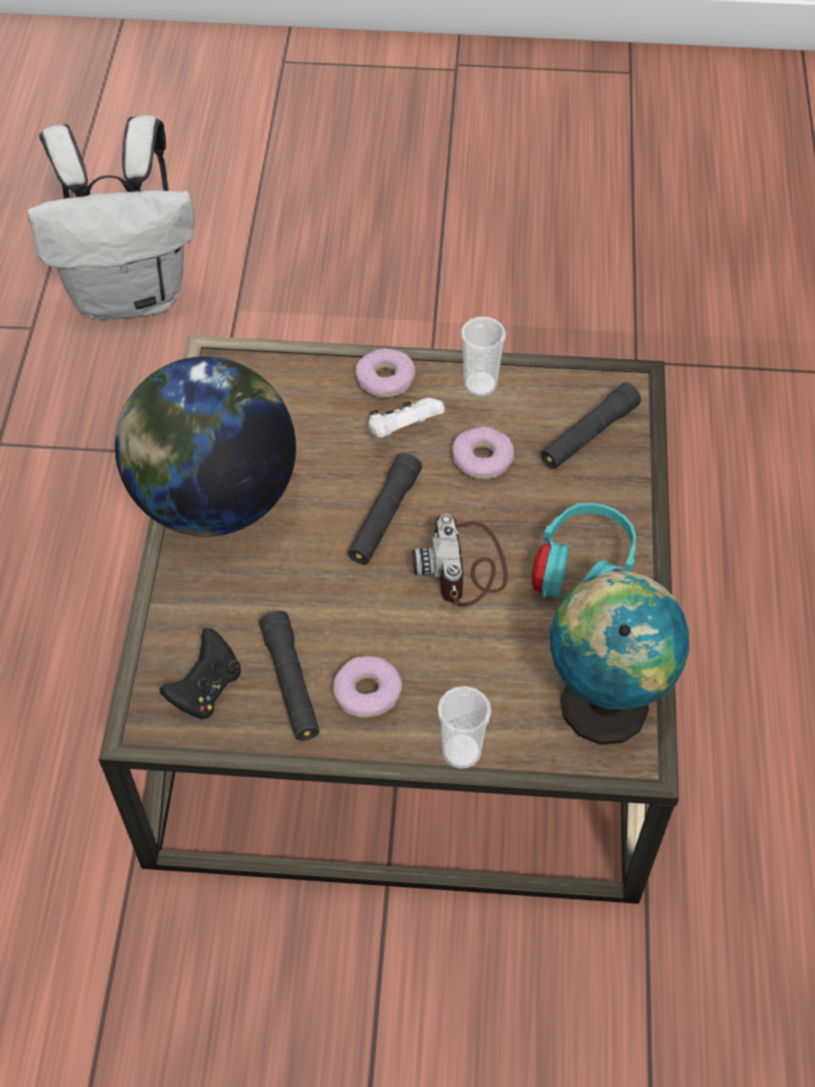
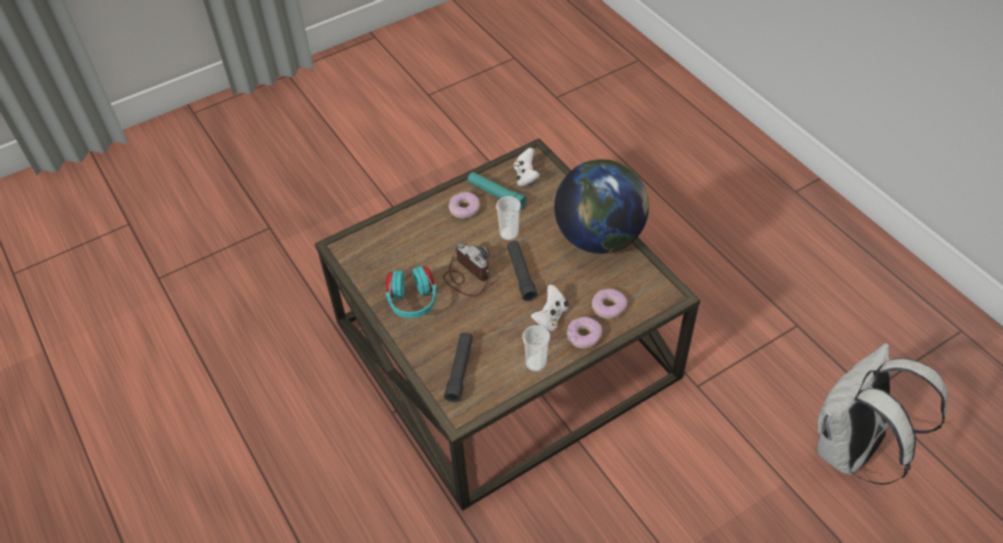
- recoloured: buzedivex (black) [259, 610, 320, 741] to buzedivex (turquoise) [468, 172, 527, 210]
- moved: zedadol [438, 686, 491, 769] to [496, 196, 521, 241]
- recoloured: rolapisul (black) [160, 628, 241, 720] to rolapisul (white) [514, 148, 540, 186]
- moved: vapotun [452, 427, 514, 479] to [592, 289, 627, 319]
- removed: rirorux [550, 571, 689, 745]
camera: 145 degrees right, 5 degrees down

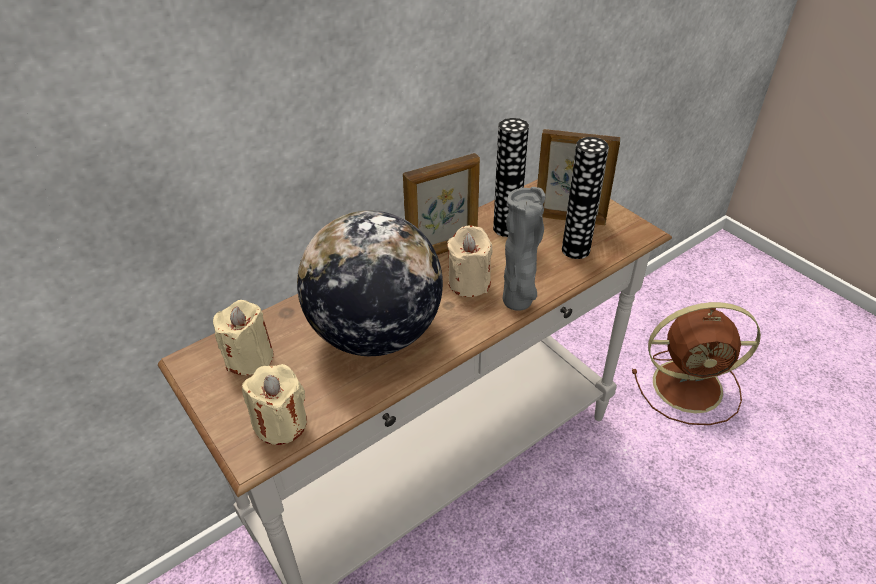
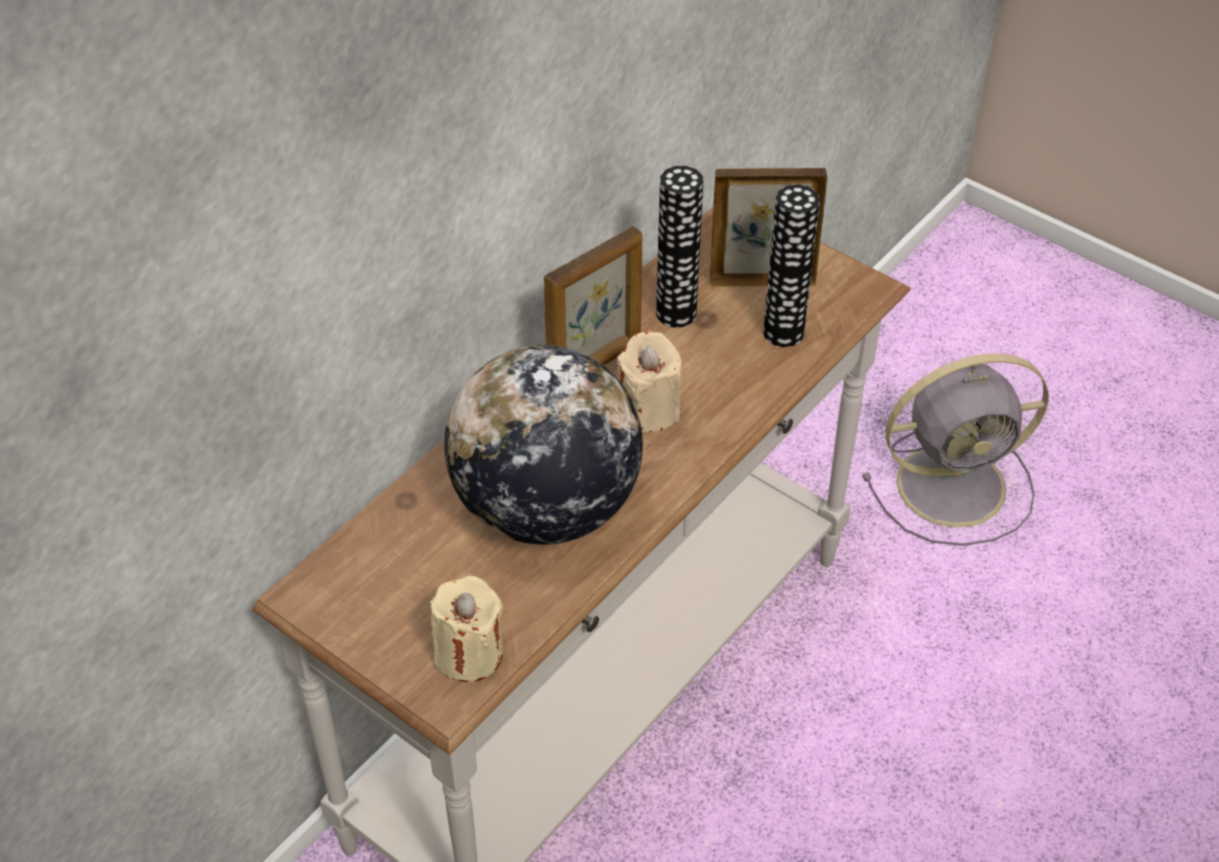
- recoloured: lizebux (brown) [632, 302, 761, 425] to lizebux (grey) [863, 354, 1049, 546]
- removed: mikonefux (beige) [213, 300, 274, 375]
- removed: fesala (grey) [503, 187, 545, 311]
camera: 15 degrees left, 5 degrees up

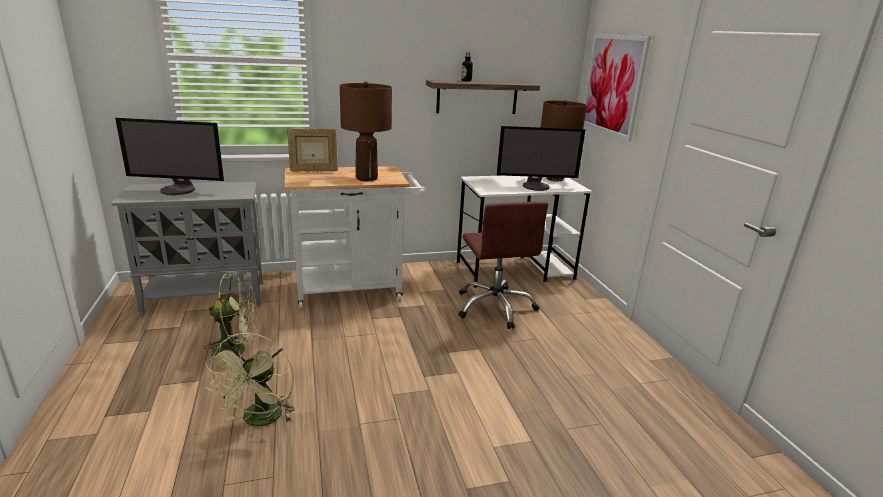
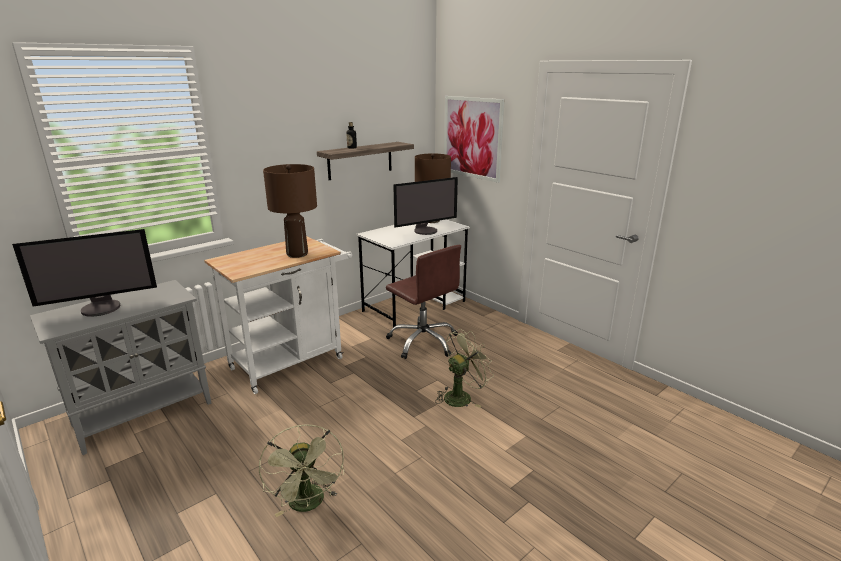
- moved: lizebux (green) [204, 273, 259, 358] to [435, 329, 494, 408]
- removed: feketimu [287, 128, 338, 171]
camera: 25 degrees left, 0 degrees up

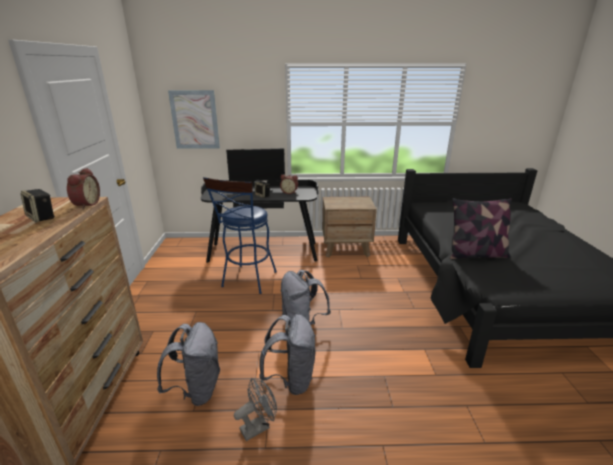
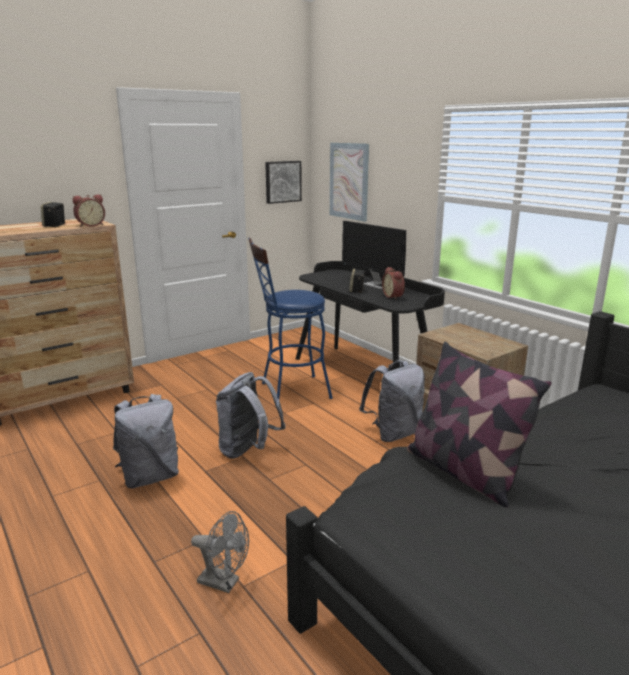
- moved: lizebux (grey) [234, 378, 277, 441] to [191, 511, 249, 593]
- added: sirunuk [265, 161, 302, 204]
- moved: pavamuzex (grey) [157, 322, 220, 406] to [359, 360, 425, 442]
camera: 55 degrees right, 5 degrees down

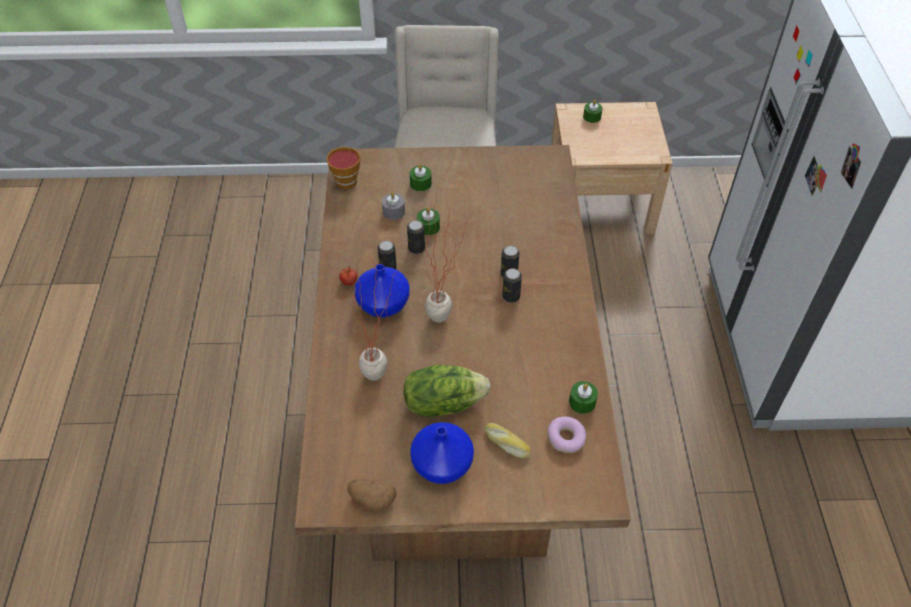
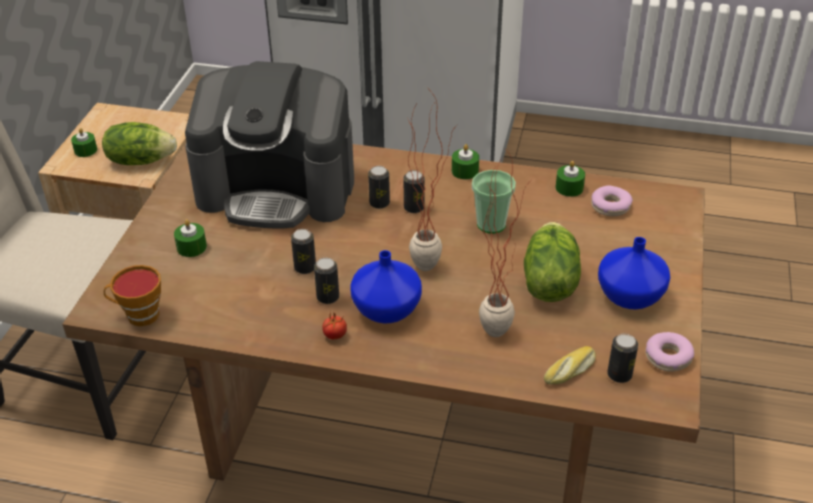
- added: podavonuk [102, 122, 177, 165]
- added: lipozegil [185, 61, 354, 229]
- moved: mikonefux (green) [417, 207, 440, 235] to [452, 144, 479, 179]
- added: zedadol [472, 170, 516, 234]
- moved: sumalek [485, 423, 531, 458] to [544, 346, 596, 385]
- added: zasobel [607, 334, 638, 383]
- replaced: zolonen [348, 479, 396, 511] to vapotun [646, 332, 694, 372]
- removed: mikonefux (grey) [382, 192, 405, 220]
camera: 75 degrees left, 10 degrees down

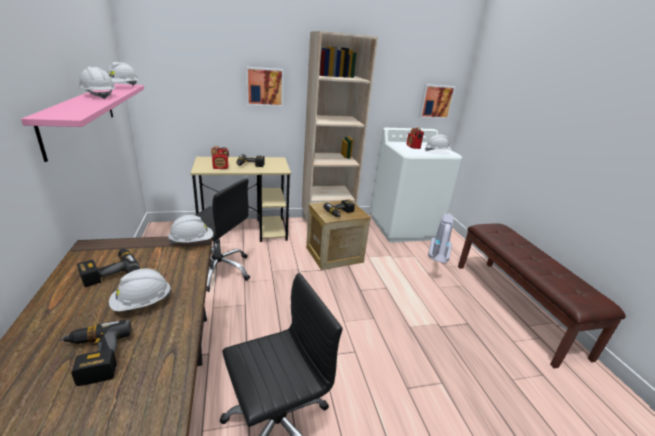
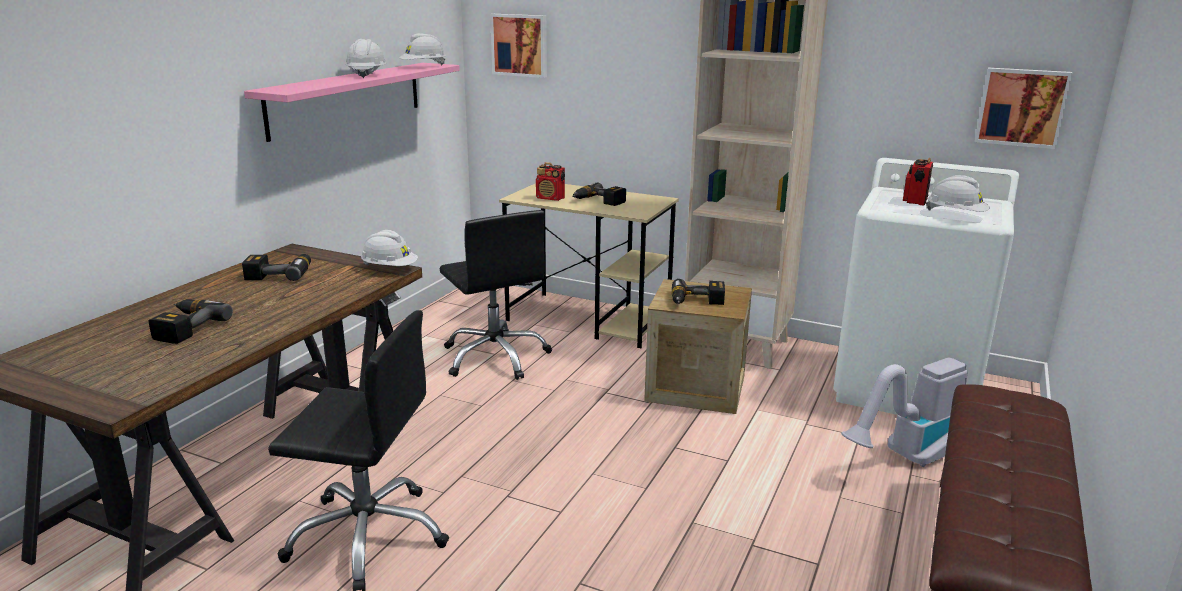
- moved: sirunuk [246, 67, 284, 107] to [490, 14, 547, 78]
- removed: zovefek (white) [109, 268, 172, 311]
camera: 40 degrees right, 5 degrees down

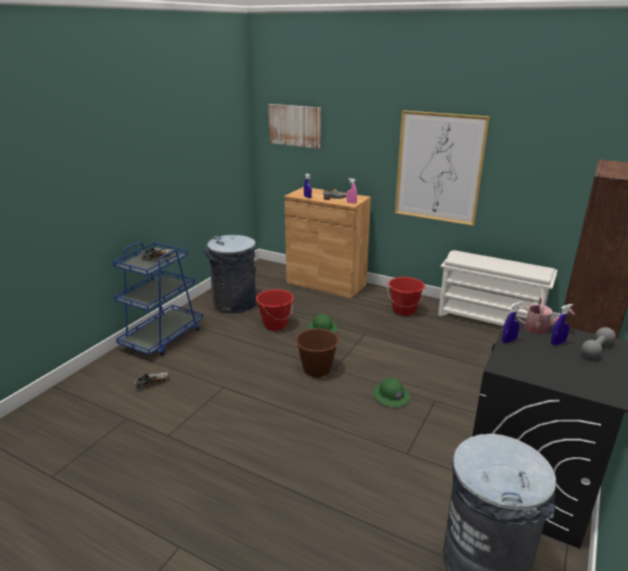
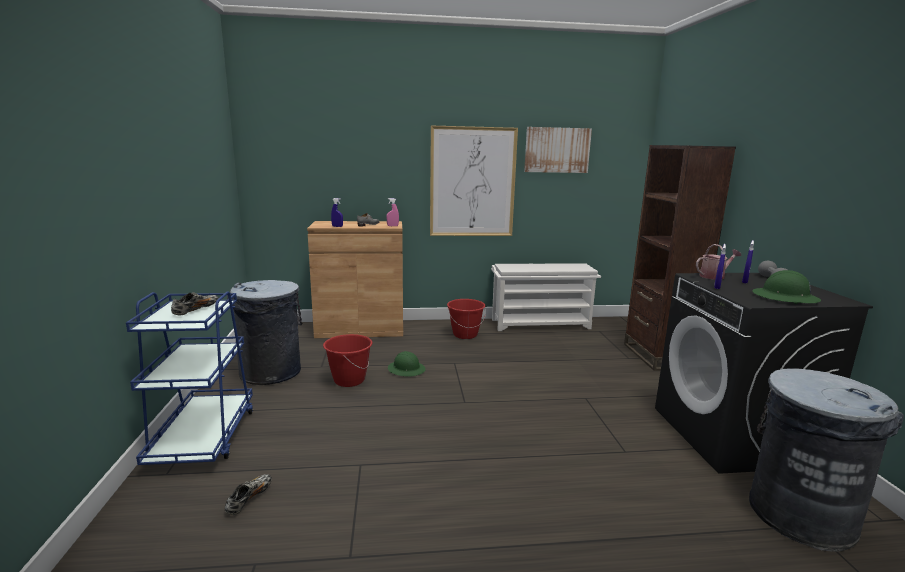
- moved: sirunuk [269, 104, 321, 149] to [524, 127, 592, 173]
- moved: zovefek (green) [373, 378, 410, 407] to [752, 270, 821, 304]
- removed: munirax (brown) [295, 328, 339, 377]
camera: 35 degrees left, 10 degrees down

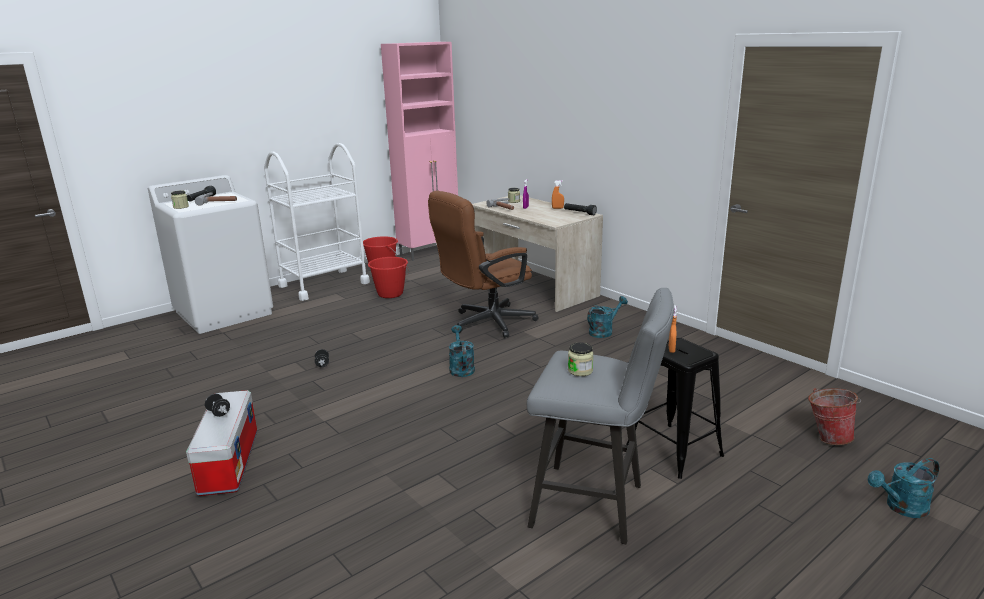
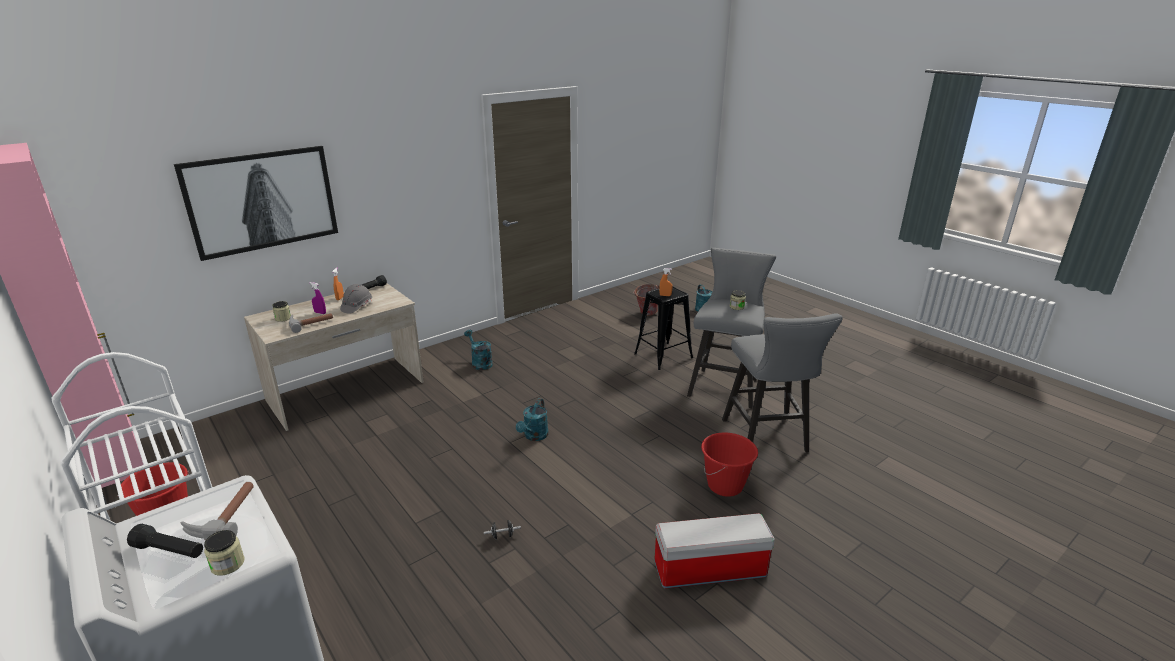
- added: sirunuk [174, 146, 338, 261]
- added: zovefek (grey) [340, 284, 372, 314]
- turned: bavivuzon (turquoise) [449, 325, 475, 377] = [516, 398, 549, 441] 60 degrees counterclockwise
- moved: munirax (red) [368, 257, 409, 298] to [701, 433, 758, 497]
- added: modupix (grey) [722, 313, 843, 452]
- removed: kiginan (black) [205, 394, 230, 417]
- removed: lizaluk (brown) [428, 191, 538, 338]
camera: 90 degrees left, 5 degrees up

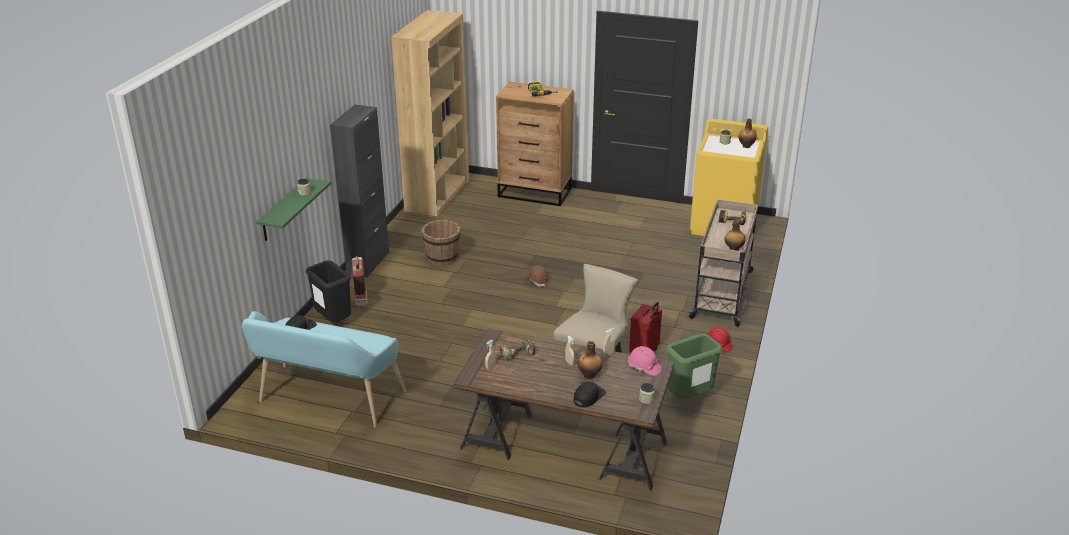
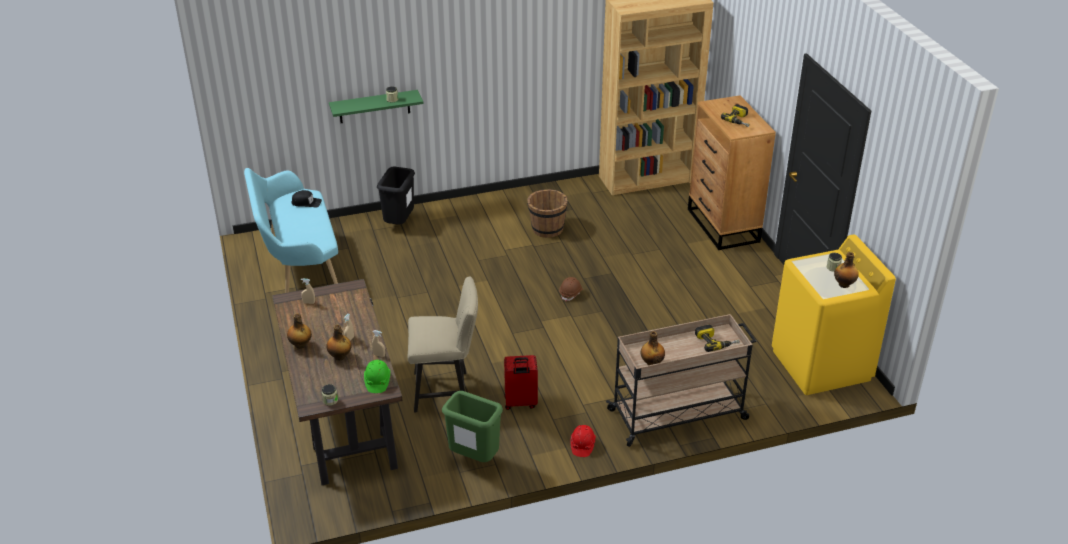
- added: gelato [287, 313, 312, 349]
- recoloured: zovefek (pink) [628, 346, 661, 376] to zovefek (green) [364, 360, 390, 393]
- removed: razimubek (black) [330, 105, 389, 278]
- removed: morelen [352, 256, 368, 306]
- removed: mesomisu [500, 339, 535, 362]
- removed: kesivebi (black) [573, 382, 606, 407]
camera: 55 degrees right, 5 degrees up

